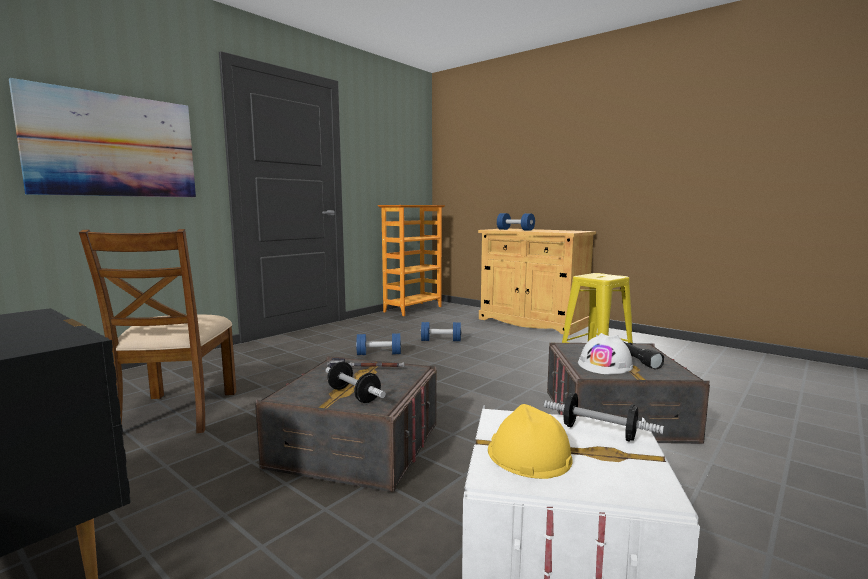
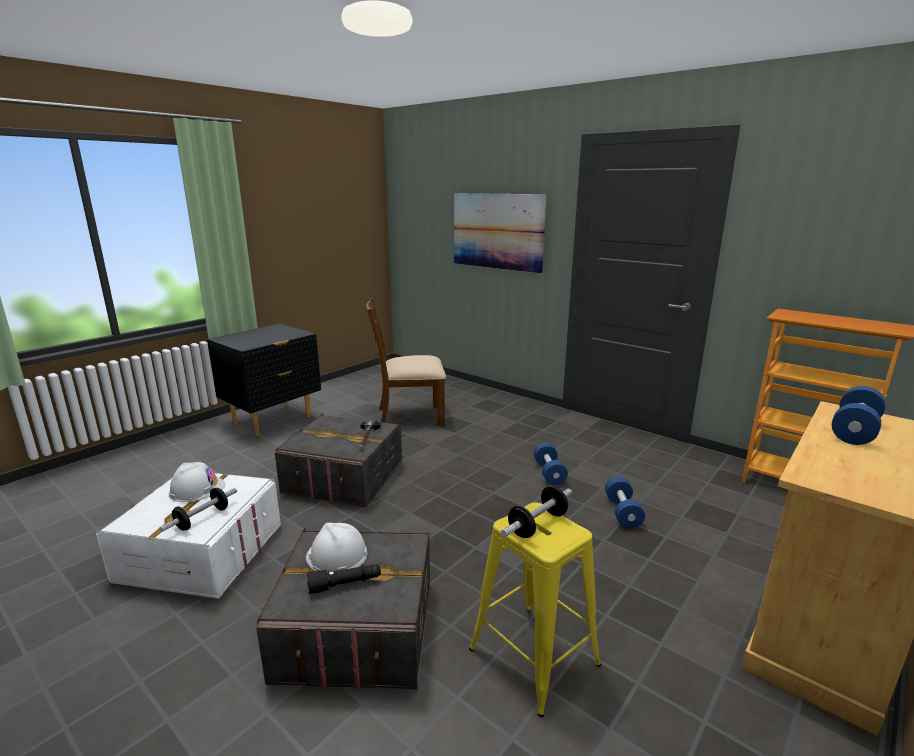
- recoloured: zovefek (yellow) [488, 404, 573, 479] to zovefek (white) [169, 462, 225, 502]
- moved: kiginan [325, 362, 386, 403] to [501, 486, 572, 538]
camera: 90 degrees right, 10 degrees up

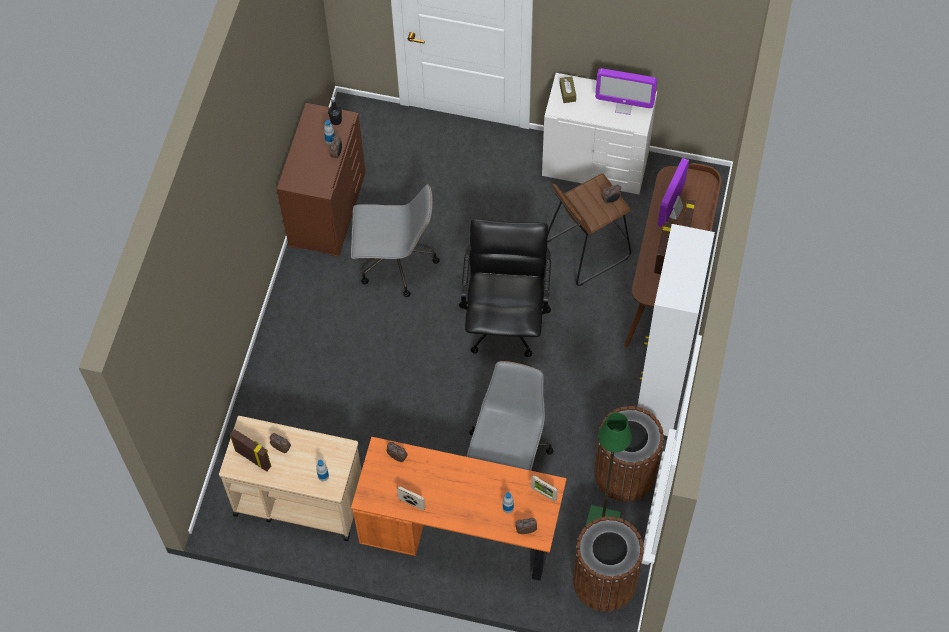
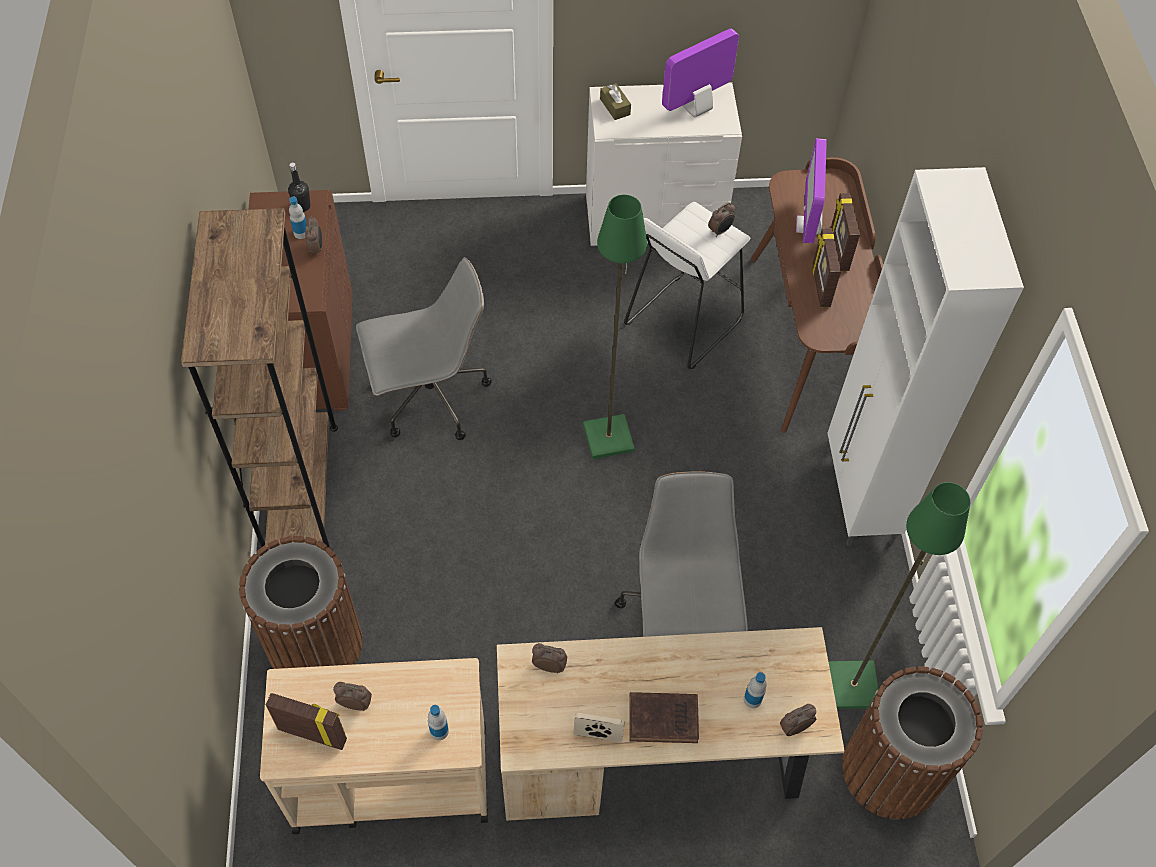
- added: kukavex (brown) [181, 208, 338, 550]
- moved: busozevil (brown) [594, 406, 664, 502] to [239, 536, 363, 669]
- recoloured: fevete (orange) [351, 437, 567, 581] to fevete (beige) [497, 627, 845, 821]
- replaced: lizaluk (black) [459, 219, 551, 357] to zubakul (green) [583, 195, 647, 459]
- recoloured: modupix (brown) [548, 173, 631, 286] to modupix (white) [624, 202, 750, 369]
- added: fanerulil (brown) [629, 692, 699, 743]
- turned: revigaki [595, 68, 657, 115] = [662, 28, 739, 117] 150 degrees clockwise
- removed: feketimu [531, 475, 558, 502]
camera: 20 degrees left, 5 degrees down

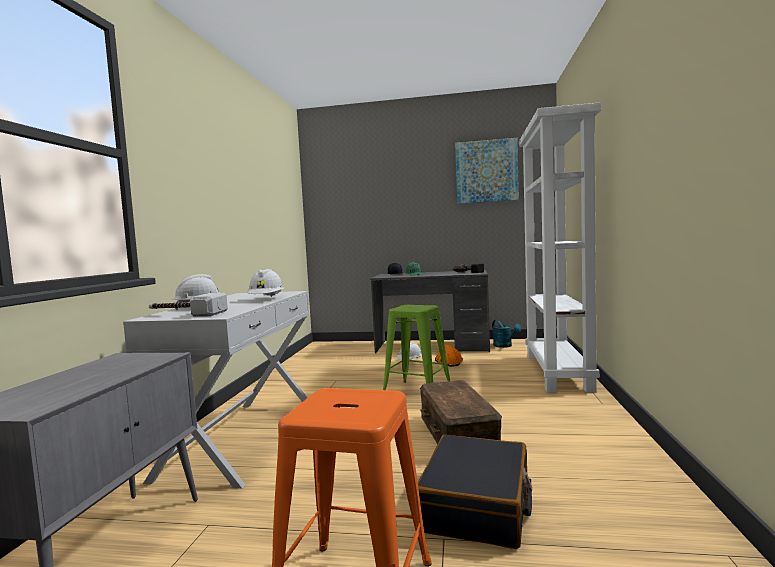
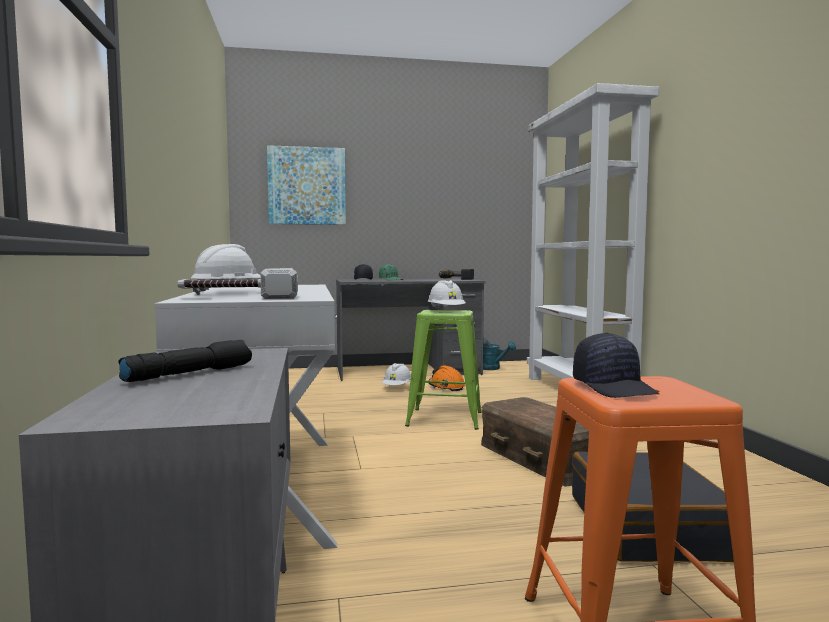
- added: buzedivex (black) [118, 340, 252, 382]
- moved: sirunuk [455, 138, 519, 204] to [267, 145, 346, 225]
- moved: zovefek (white) [247, 269, 284, 297] to [428, 280, 466, 310]
- added: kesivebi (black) [573, 332, 659, 398]
camera: 20 degrees left, 0 degrees up

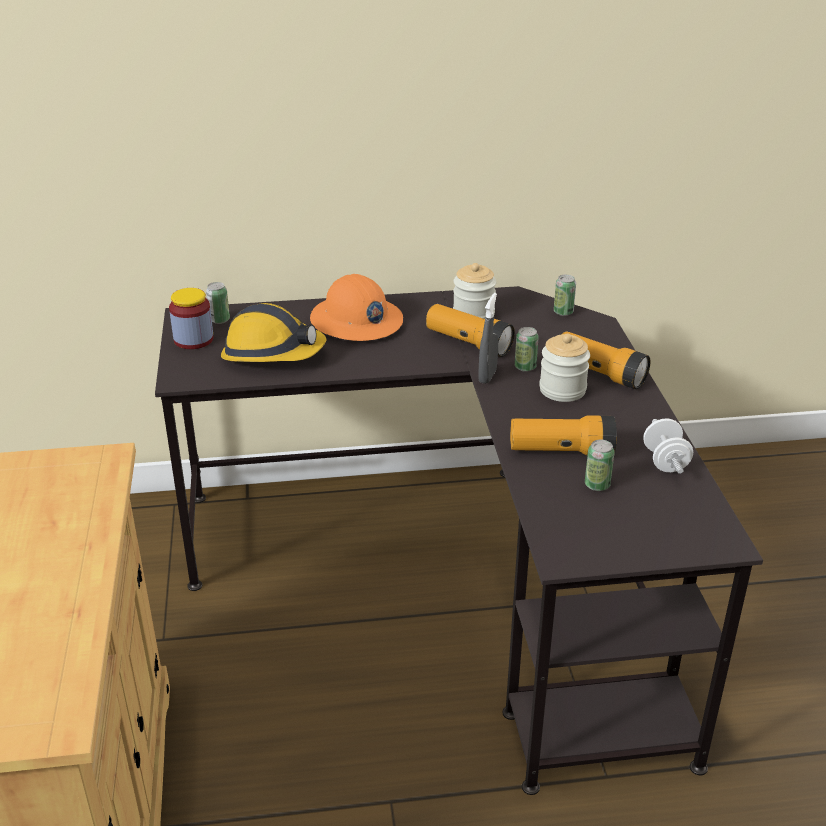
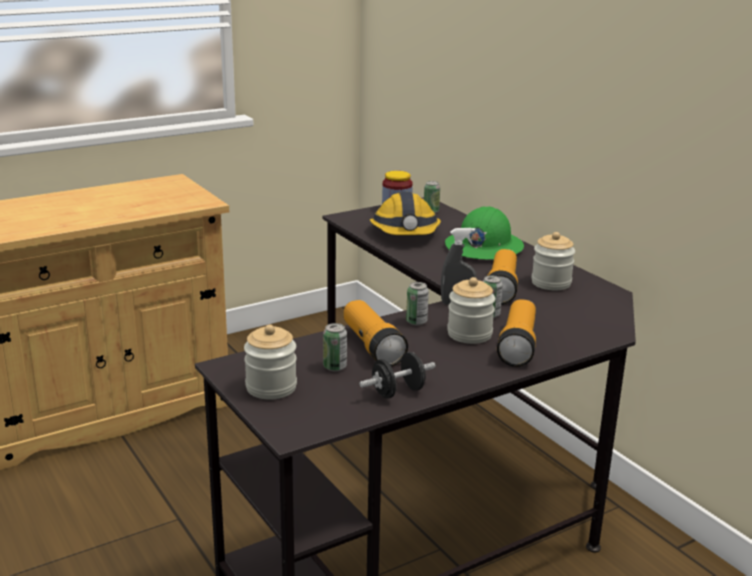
- added: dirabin [244, 325, 297, 400]
- recoloured: kiginan (white) [643, 419, 693, 474] to kiginan (black) [359, 352, 436, 398]
- moved: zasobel [554, 275, 576, 316] to [406, 282, 429, 325]
- recoloured: zovefek (orange) [310, 274, 403, 341] to zovefek (green) [445, 206, 524, 260]
camera: 65 degrees right, 10 degrees down

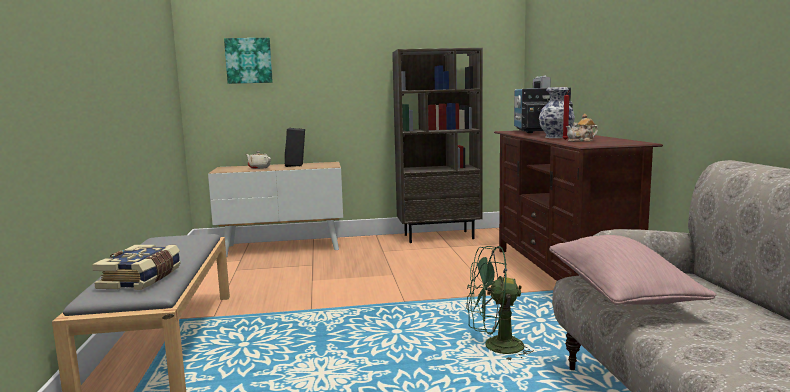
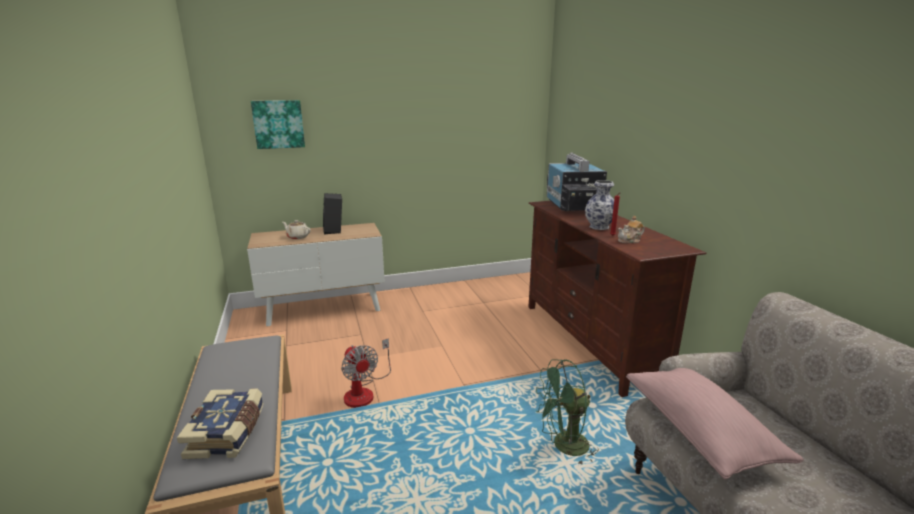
- added: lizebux [341, 338, 391, 408]
- removed: kukavex (brown) [392, 48, 483, 243]
camera: 10 degrees left, 10 degrees up

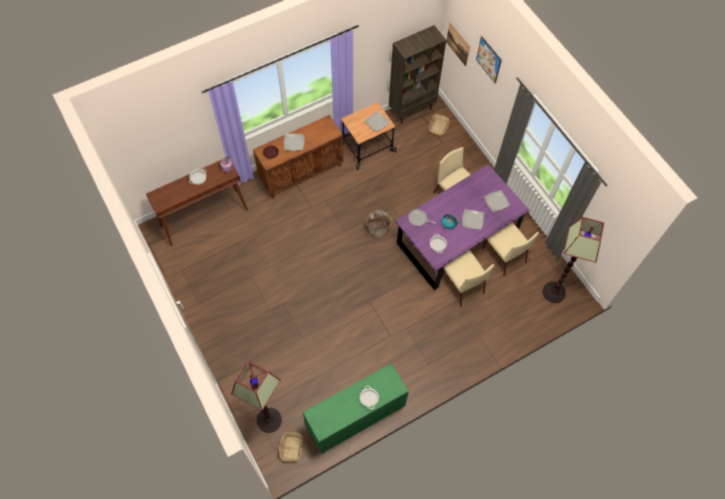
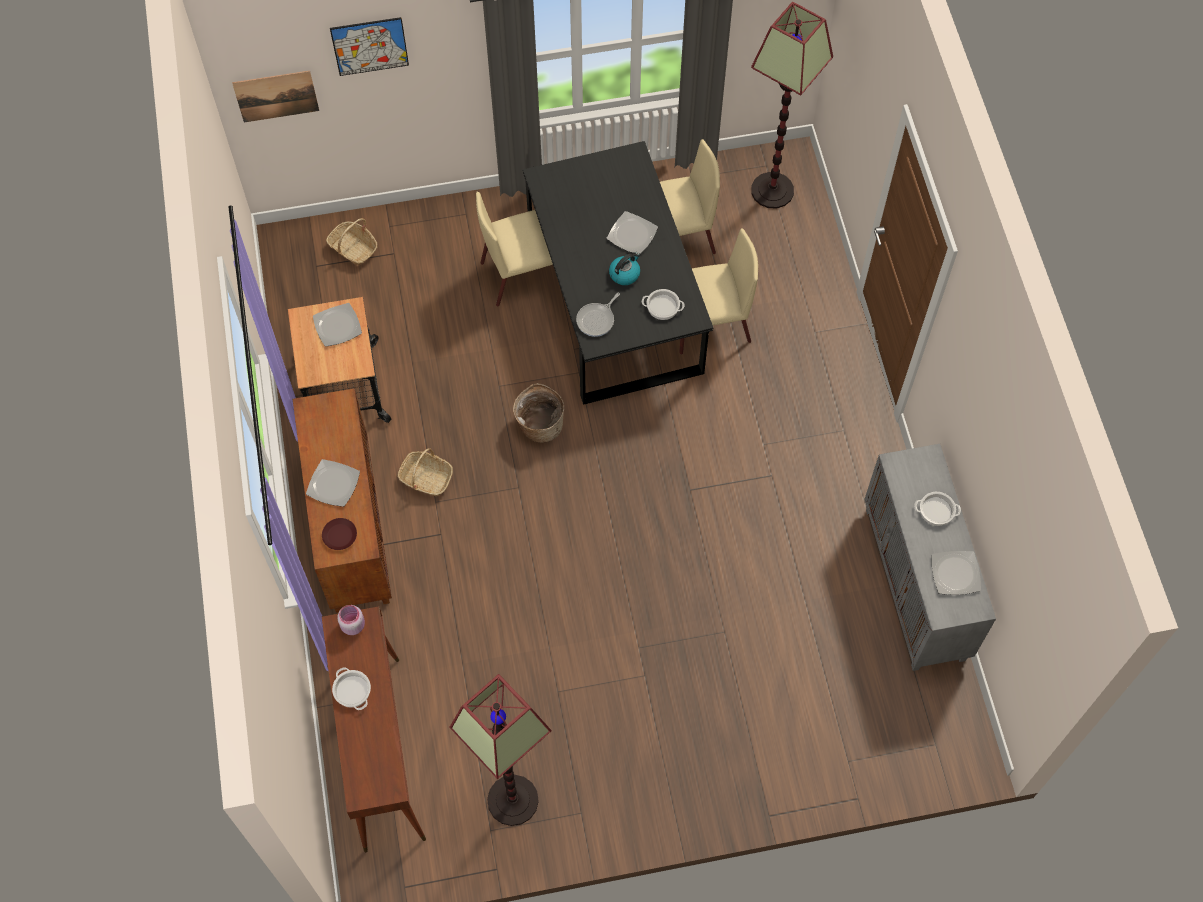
- moved: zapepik [278, 432, 303, 461] to [398, 448, 453, 496]
- moved: zubakul [231, 361, 282, 433] to [449, 674, 552, 826]
- recoloured: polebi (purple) [396, 164, 529, 290] to polebi (black) [523, 141, 713, 405]
- recoloured: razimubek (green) [303, 363, 409, 454] to razimubek (grey) [864, 444, 996, 671]
- moved: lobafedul [484, 190, 510, 212] to [932, 551, 981, 595]
- removed: kukavex (brown) [389, 25, 446, 124]
camera: 70 degrees left, 0 degrees up

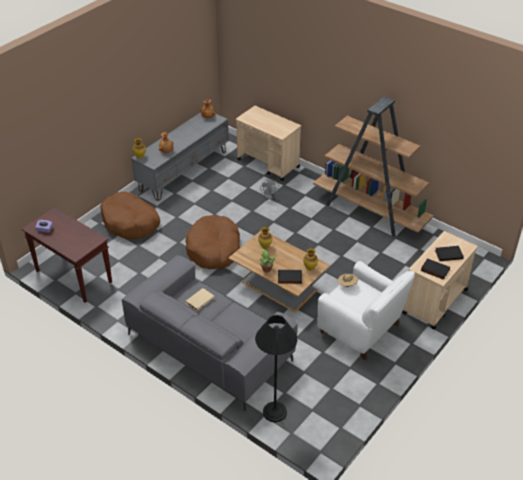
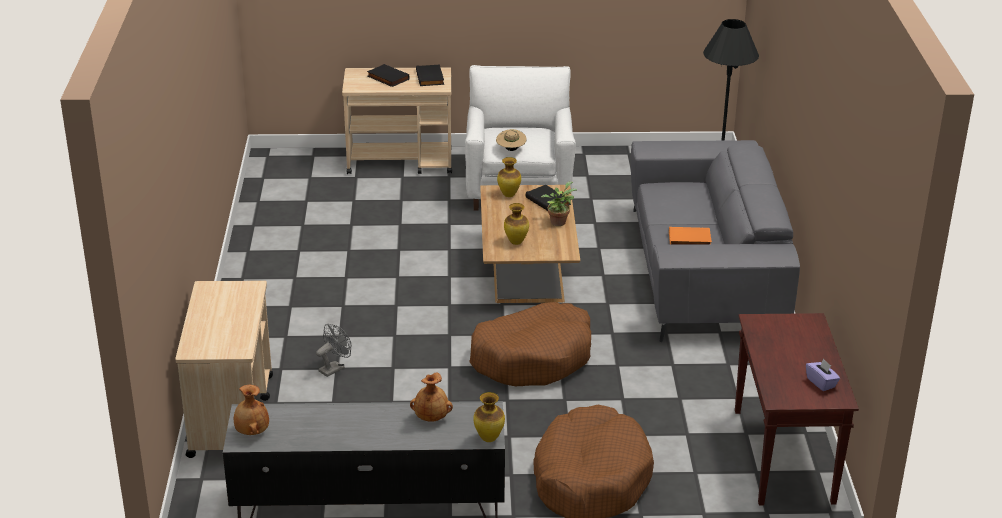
- recoloured: fanerulil (beige) [186, 288, 215, 311] to fanerulil (orange) [669, 227, 712, 245]
- removed: kukavex (brown) [313, 96, 433, 237]
camera: 130 degrees left, 10 degrees down

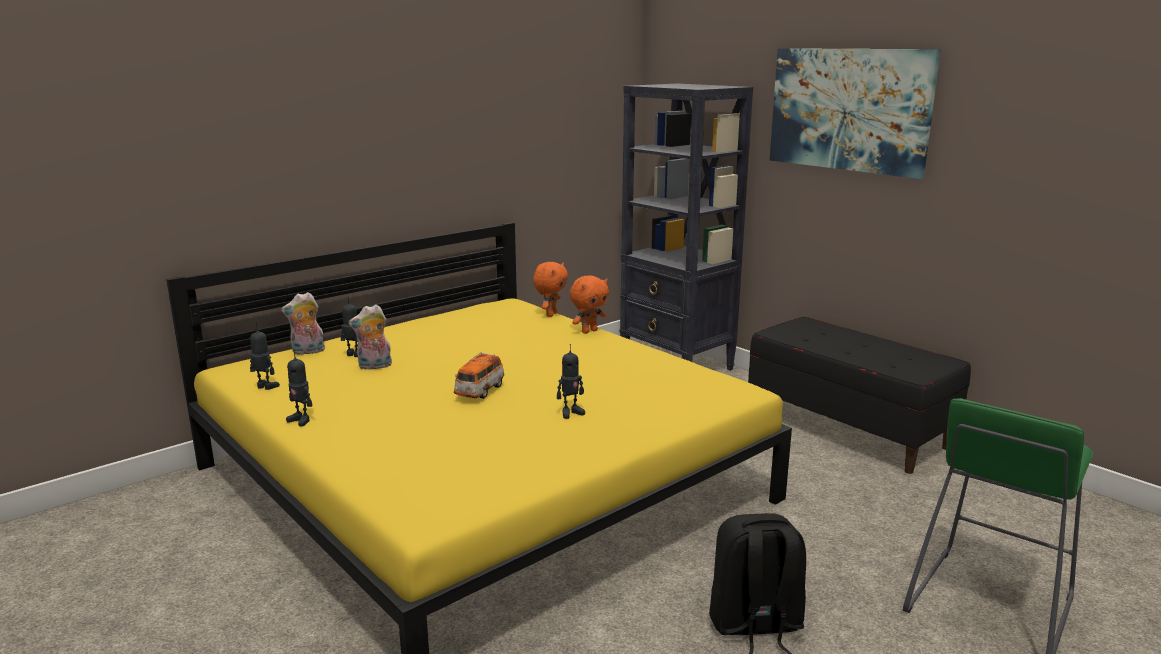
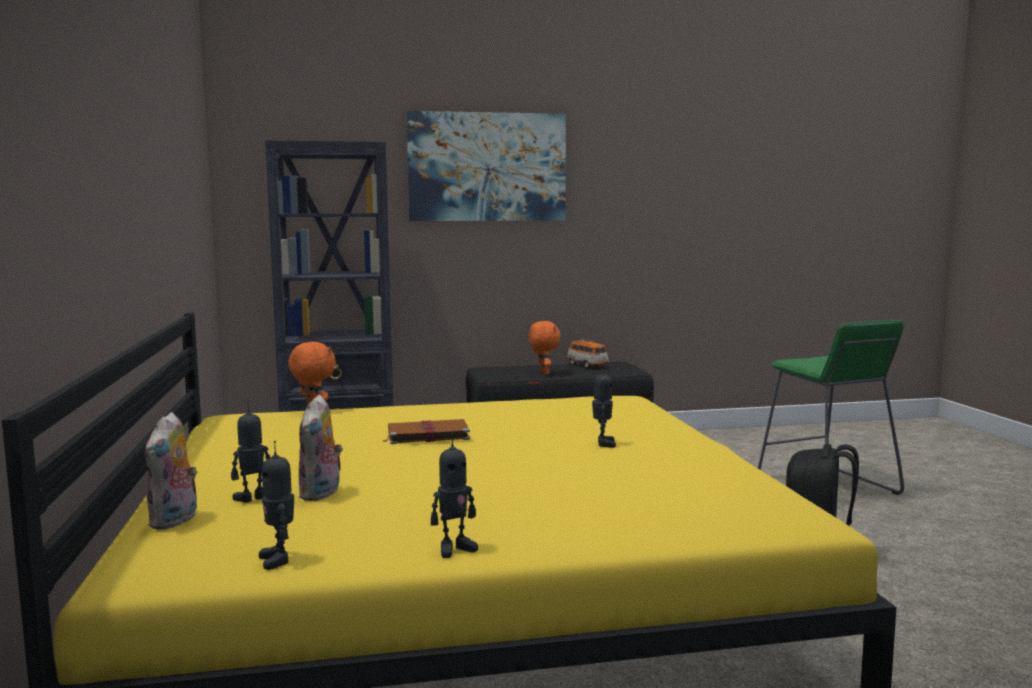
- turned: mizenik [250, 323, 280, 390] = [259, 441, 294, 570] 75 degrees counterclockwise
- added: fanerulil (brown) [382, 419, 470, 444]
- moved: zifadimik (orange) [570, 276, 609, 334] to [529, 321, 561, 375]
- moved: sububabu [454, 352, 505, 399] to [567, 339, 609, 368]
camera: 60 degrees left, 10 degrees down

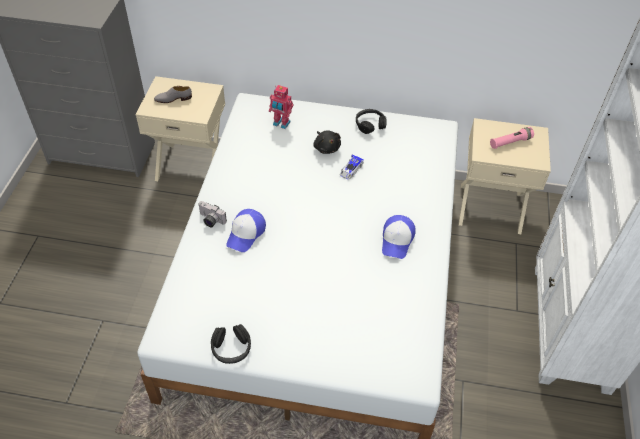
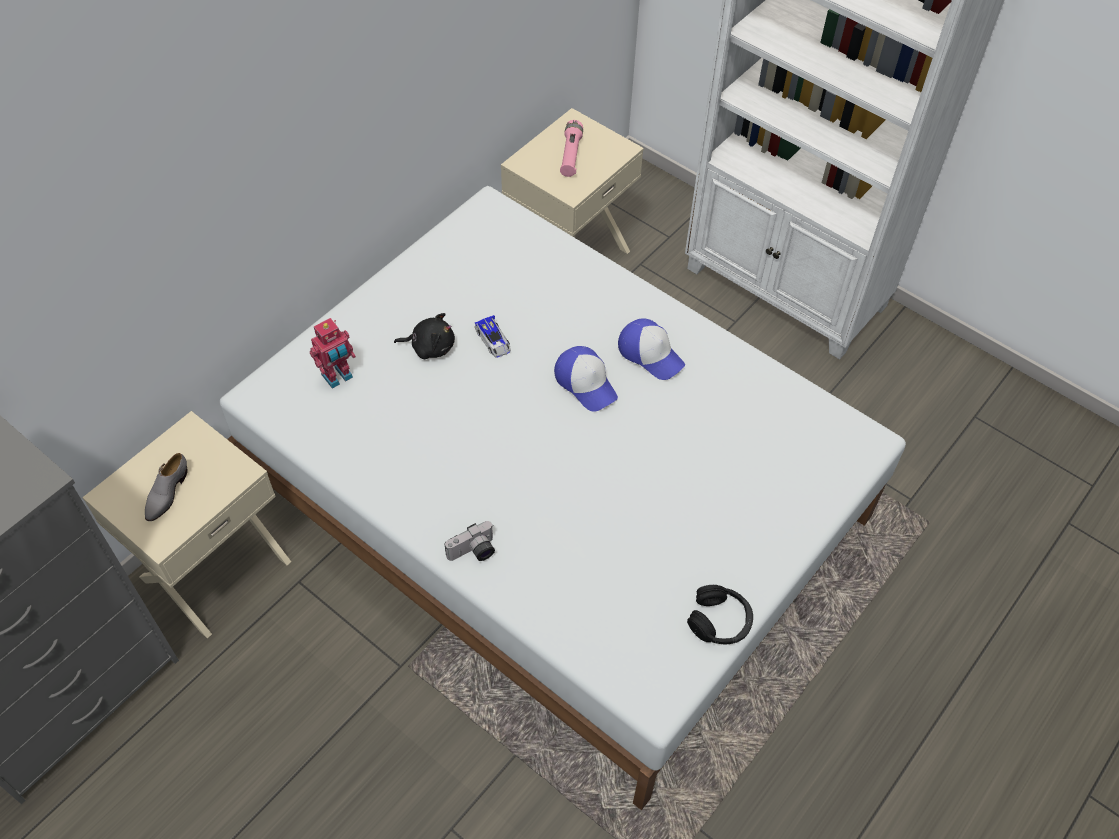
- moved: kesivebi [226, 209, 266, 252] to [554, 346, 618, 411]
- removed: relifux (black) [356, 109, 387, 134]
camera: 60 degrees left, 5 degrees up

